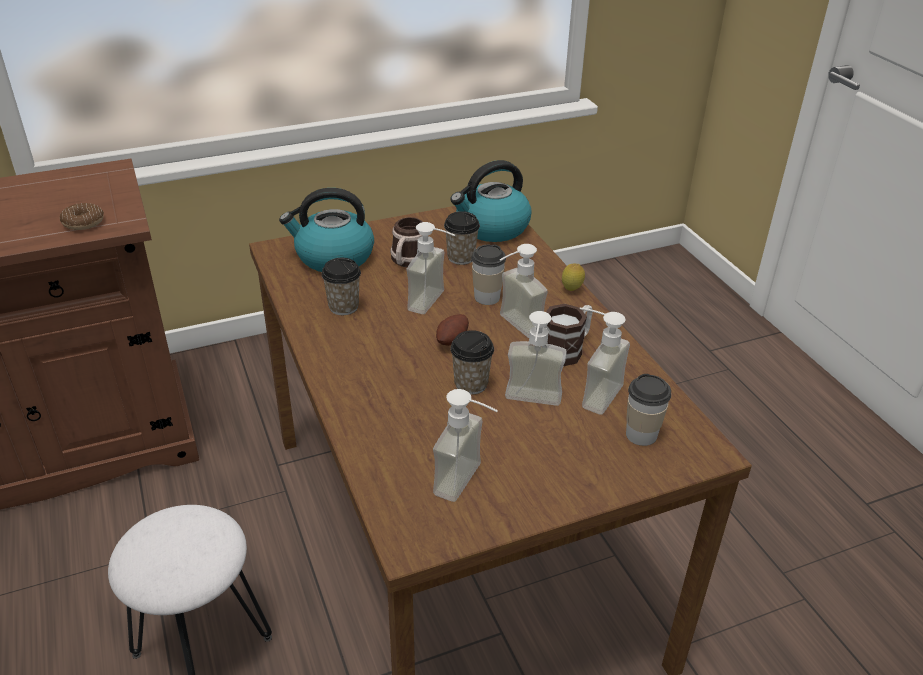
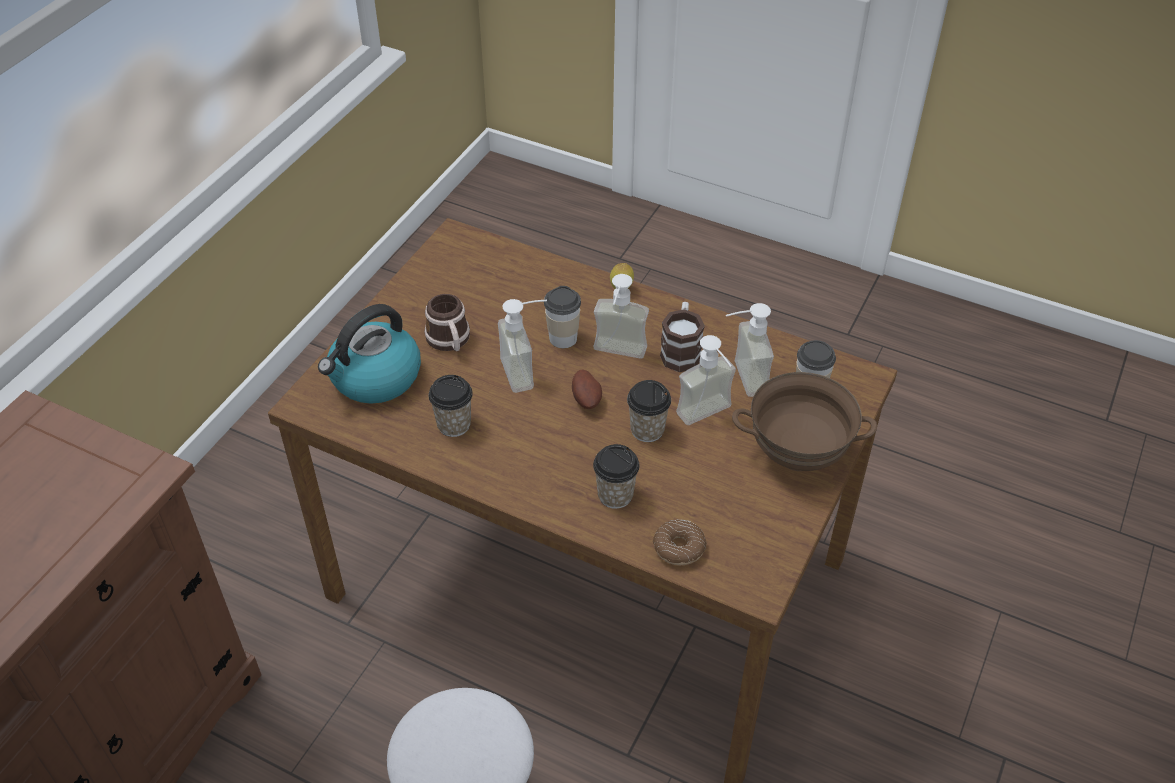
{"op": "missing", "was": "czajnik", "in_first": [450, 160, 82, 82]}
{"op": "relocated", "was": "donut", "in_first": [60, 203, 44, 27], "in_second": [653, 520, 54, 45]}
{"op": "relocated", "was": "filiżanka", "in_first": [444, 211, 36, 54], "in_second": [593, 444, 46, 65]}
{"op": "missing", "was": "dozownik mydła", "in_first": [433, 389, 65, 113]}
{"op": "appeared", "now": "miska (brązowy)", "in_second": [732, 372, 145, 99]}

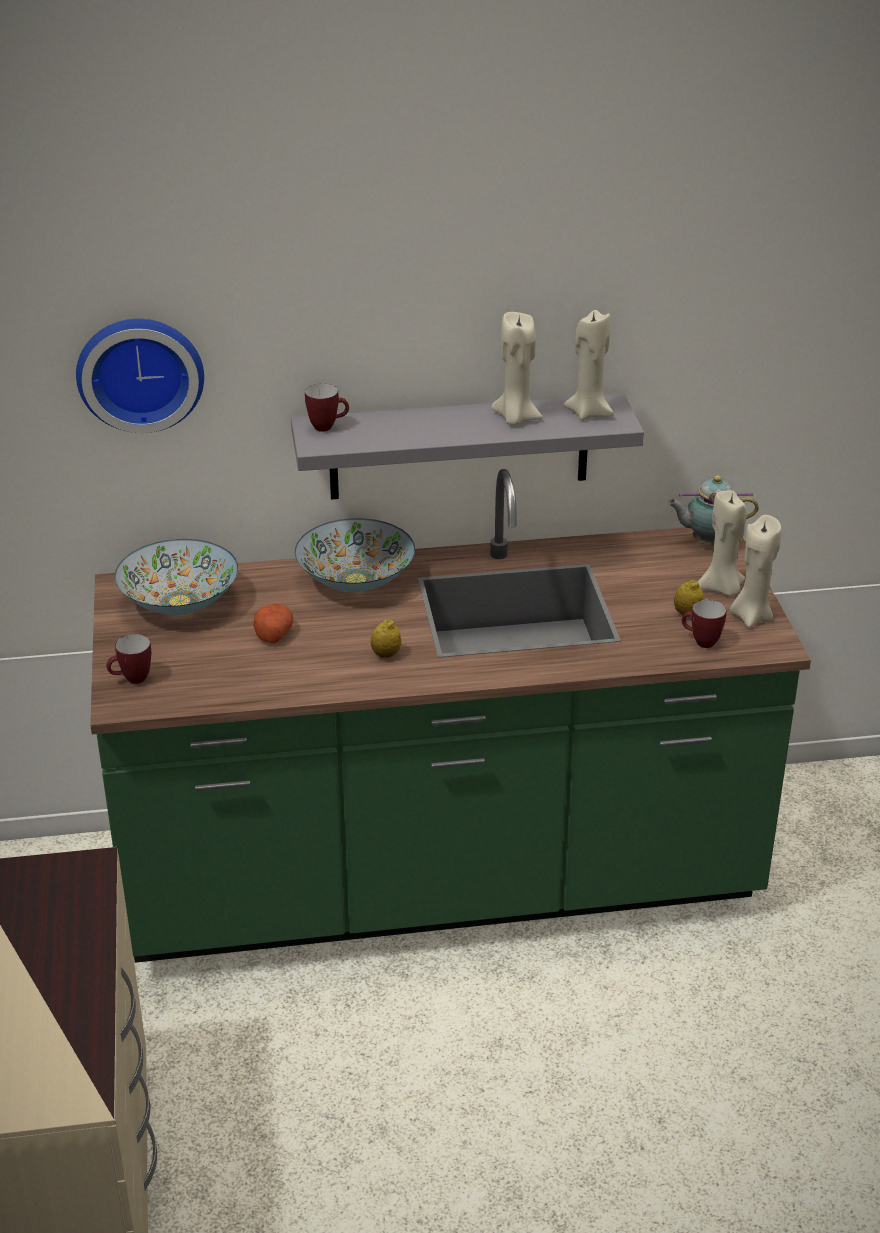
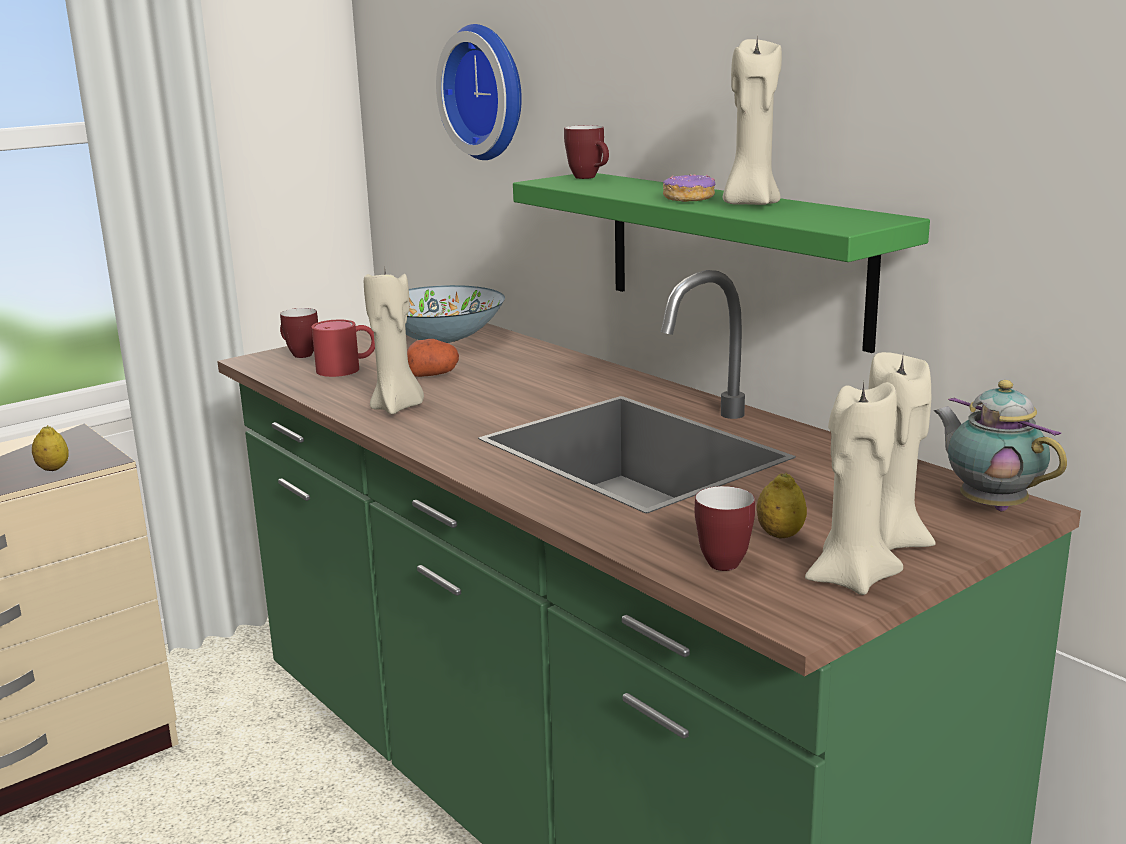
{"op": "relocated", "was": "świeca (beżowy)", "in_first": [563, 310, 51, 111], "in_second": [364, 266, 60, 149]}
{"op": "colour", "was": "półka (szary)", "now": "półka (zielony)", "in_first": [291, 394, 353, 106], "in_second": [513, 173, 417, 180]}
{"op": "missing", "was": "miska", "in_first": [295, 518, 120, 74]}
{"op": "relocated", "was": "cytryna", "in_first": [371, 619, 30, 39], "in_second": [32, 425, 37, 46]}
{"op": "appeared", "now": "donut", "in_second": [663, 174, 52, 28]}
{"op": "appeared", "now": "kubek (czerwony)", "in_second": [312, 320, 63, 57]}

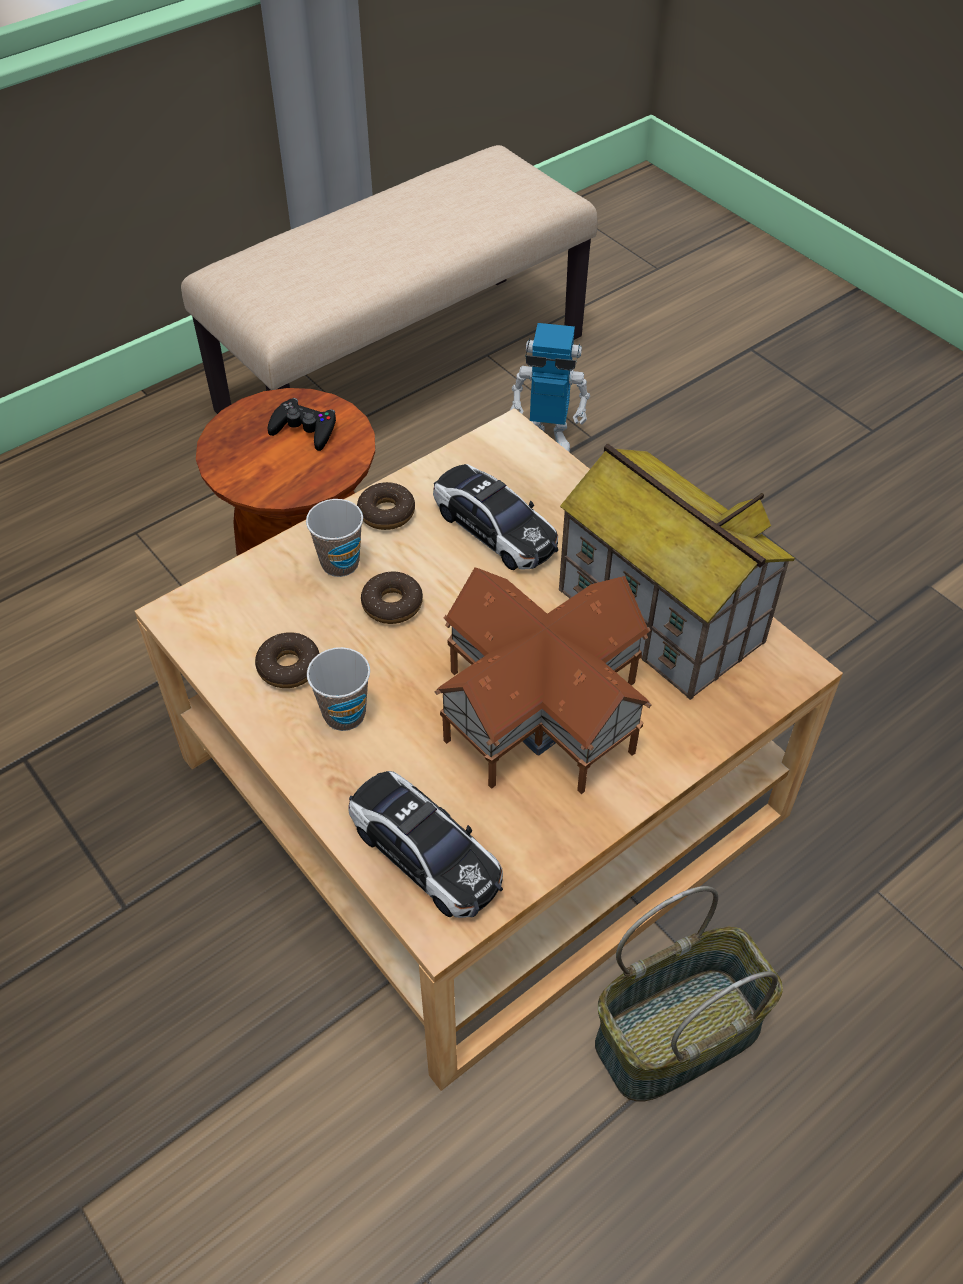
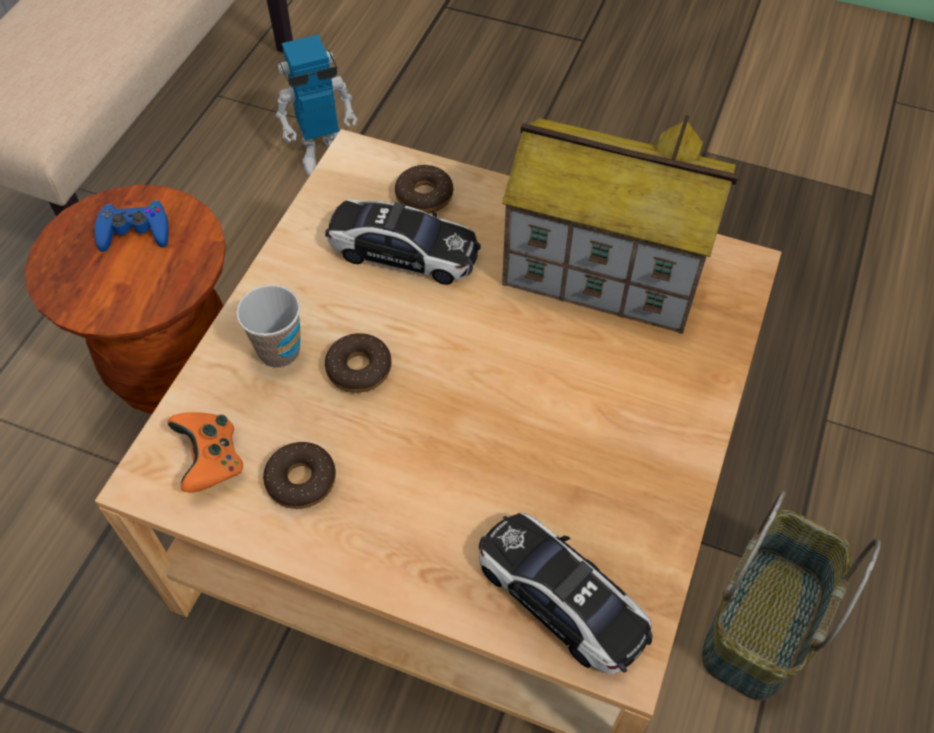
{"op": "colour", "was": "pad do gier (czarny)", "now": "pad do gier (niebieski)", "in_first": [268, 398, 68, 53], "in_second": [95, 200, 73, 52]}
{"op": "relocated", "was": "donut", "in_first": [357, 482, 58, 48], "in_second": [395, 165, 58, 49]}
{"op": "missing", "was": "domek", "in_first": [435, 567, 216, 227]}
{"op": "missing", "was": "filiżanka", "in_first": [307, 647, 63, 84]}
{"op": "spun", "was": "samochodzik", "in_first": [348, 771, 155, 147], "in_second": [479, 513, 174, 161], "clockwise": -150}
{"op": "appeared", "now": "pad do gier (pomarańczowy)", "in_second": [168, 412, 75, 81]}

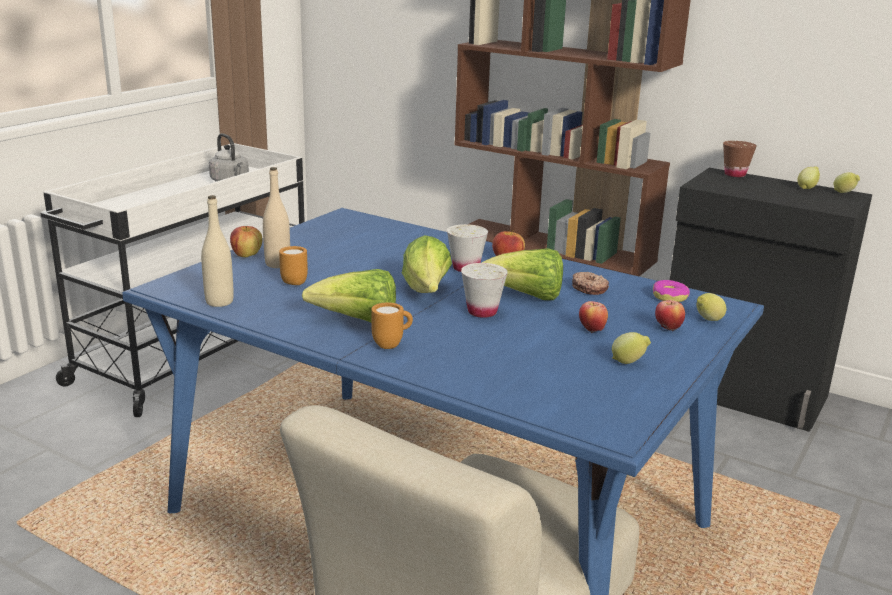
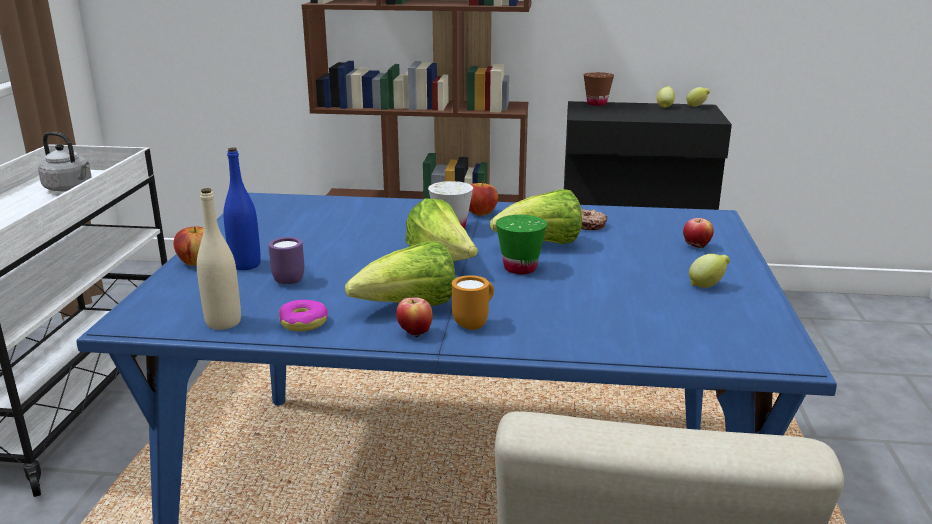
{"op": "colour", "was": "butelka (beżowy)", "now": "butelka (niebieski)", "in_first": [263, 167, 27, 101], "in_second": [223, 147, 38, 123]}
{"op": "colour", "was": "kubek (pomarańczowy)", "now": "kubek (fioletowy)", "in_first": [279, 246, 29, 39], "in_second": [268, 237, 36, 47]}
{"op": "colour", "was": "filiżanka (biały)", "now": "filiżanka (zielony)", "in_first": [461, 263, 47, 55], "in_second": [496, 215, 51, 59]}
{"op": "relocated", "was": "donut", "in_first": [653, 280, 37, 22], "in_second": [279, 300, 49, 31]}
{"op": "missing", "was": "cytryna", "in_first": [697, 293, 29, 28]}
{"op": "relocated", "was": "jabłko", "in_first": [579, 301, 29, 32], "in_second": [396, 297, 36, 40]}

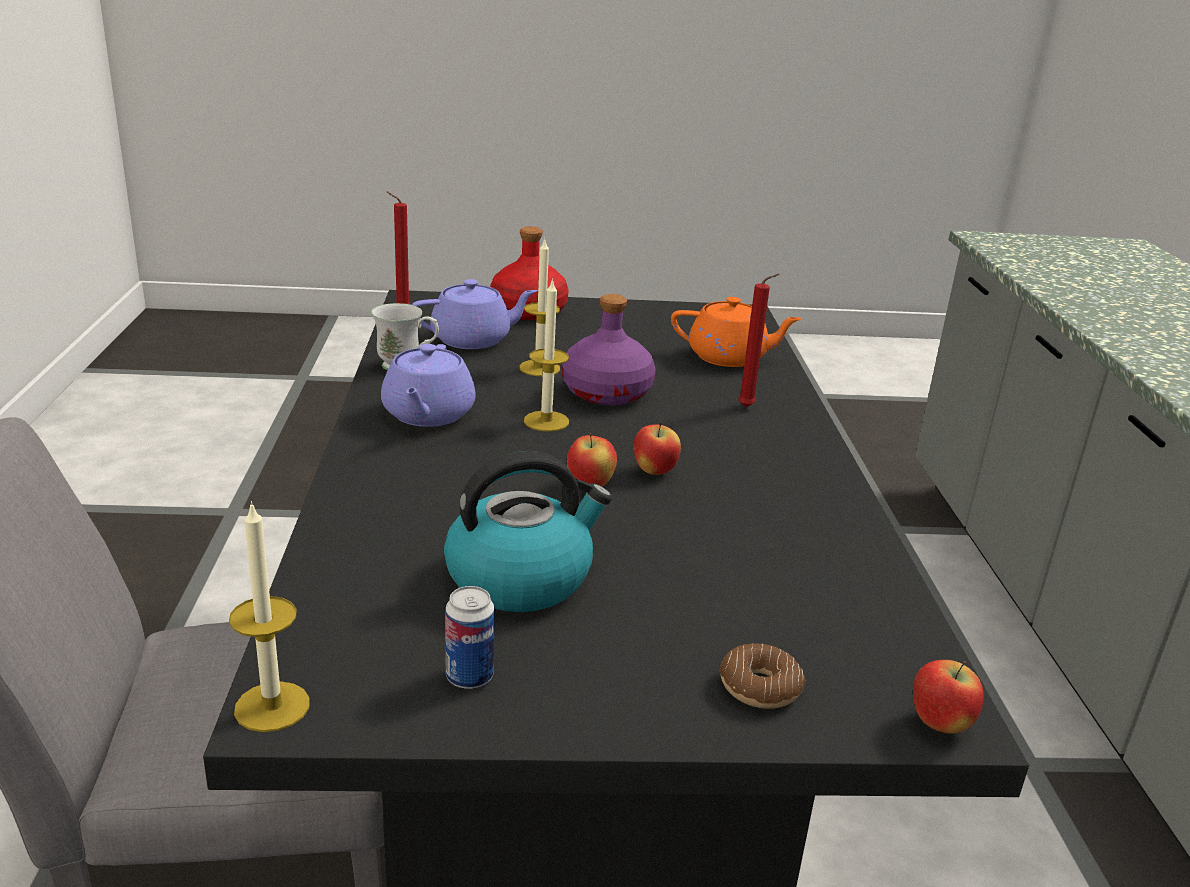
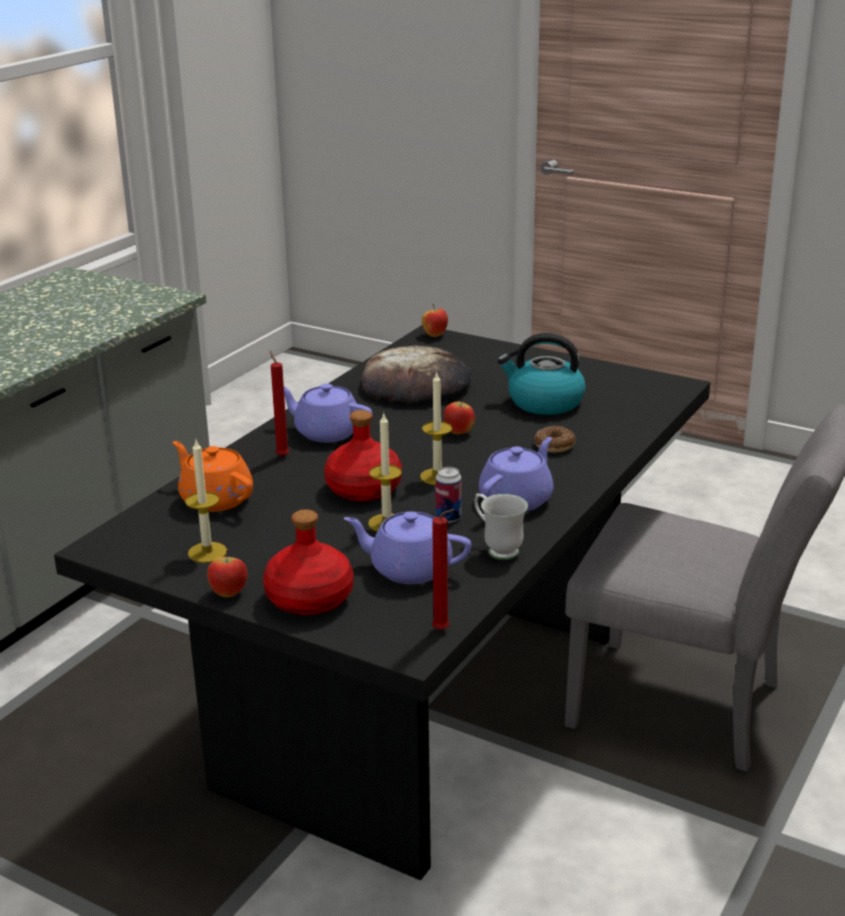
{"op": "colour", "was": "butelka (fioletowy)", "now": "butelka (czerwony)", "in_first": [562, 294, 94, 111], "in_second": [324, 410, 78, 92]}
{"op": "relocated", "was": "jabłko", "in_first": [634, 422, 47, 53], "in_second": [207, 550, 41, 47]}
{"op": "relocated", "was": "świeca", "in_first": [229, 501, 81, 231], "in_second": [185, 440, 42, 123]}
{"op": "relocated", "was": "puszka", "in_first": [445, 586, 50, 103], "in_second": [435, 467, 27, 56]}
{"op": "relocated", "was": "donut", "in_first": [720, 643, 85, 66], "in_second": [534, 426, 42, 27]}
{"op": "appeared", "now": "chleb", "in_second": [361, 345, 111, 58]}
{"op": "appeared", "now": "imbryk (fioletowy)", "in_second": [284, 383, 89, 59]}

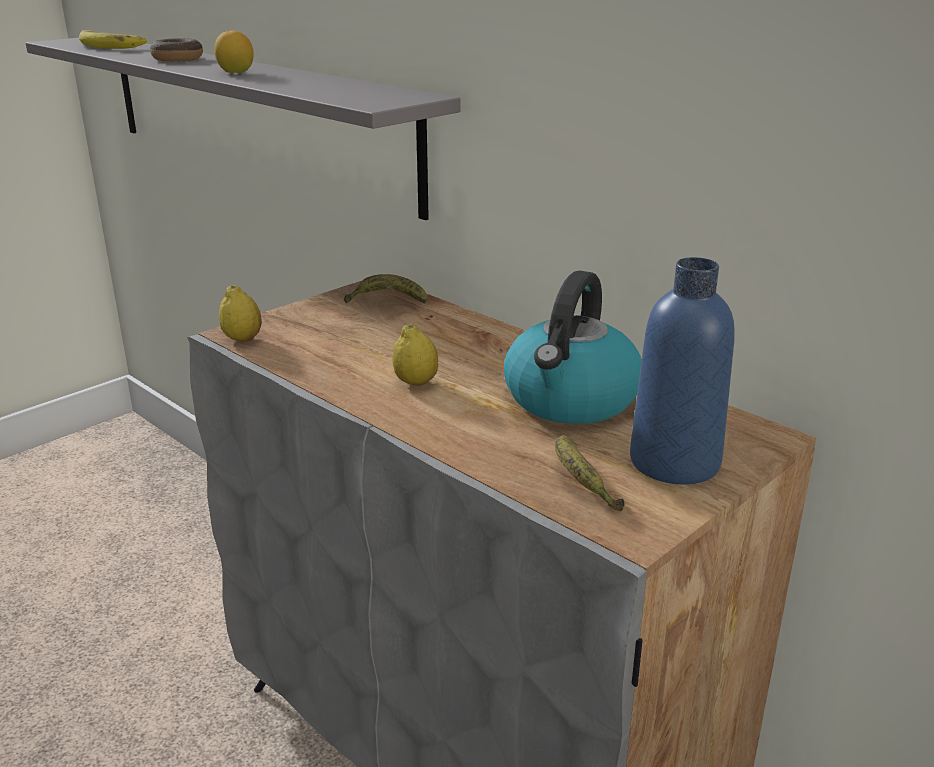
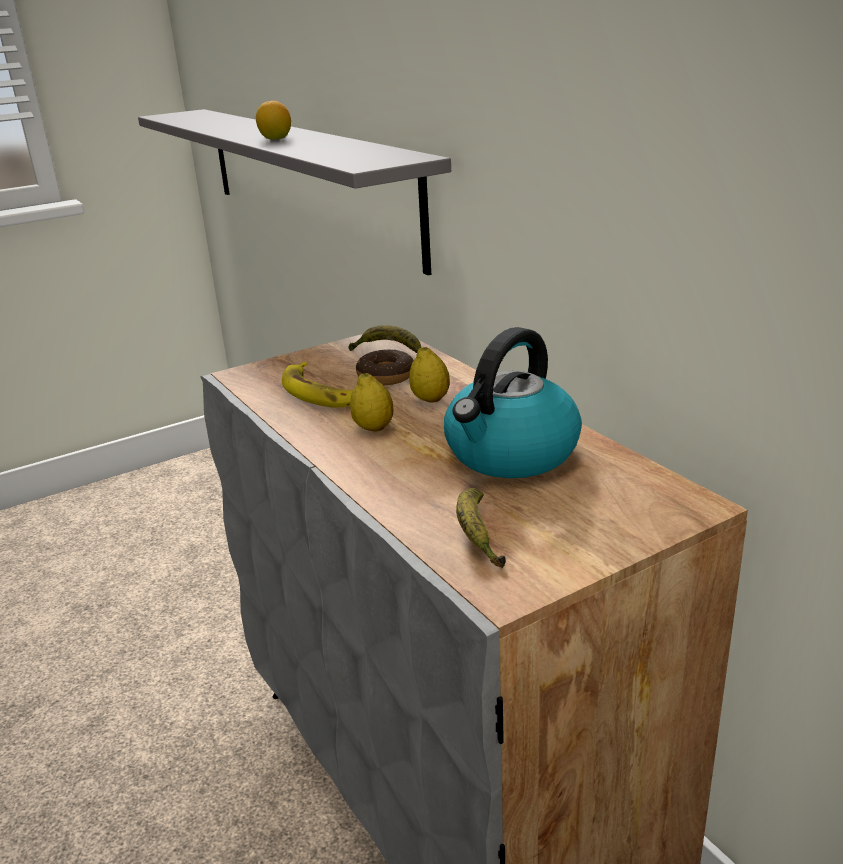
{"op": "relocated", "was": "banan", "in_first": [79, 30, 68, 19], "in_second": [282, 362, 71, 46]}
{"op": "relocated", "was": "donut", "in_first": [150, 38, 53, 24], "in_second": [356, 349, 58, 36]}
{"op": "missing", "was": "butelka (niebieski)", "in_first": [630, 257, 105, 227]}
{"op": "relocated", "was": "cytryna", "in_first": [219, 286, 43, 56], "in_second": [409, 347, 41, 56]}

